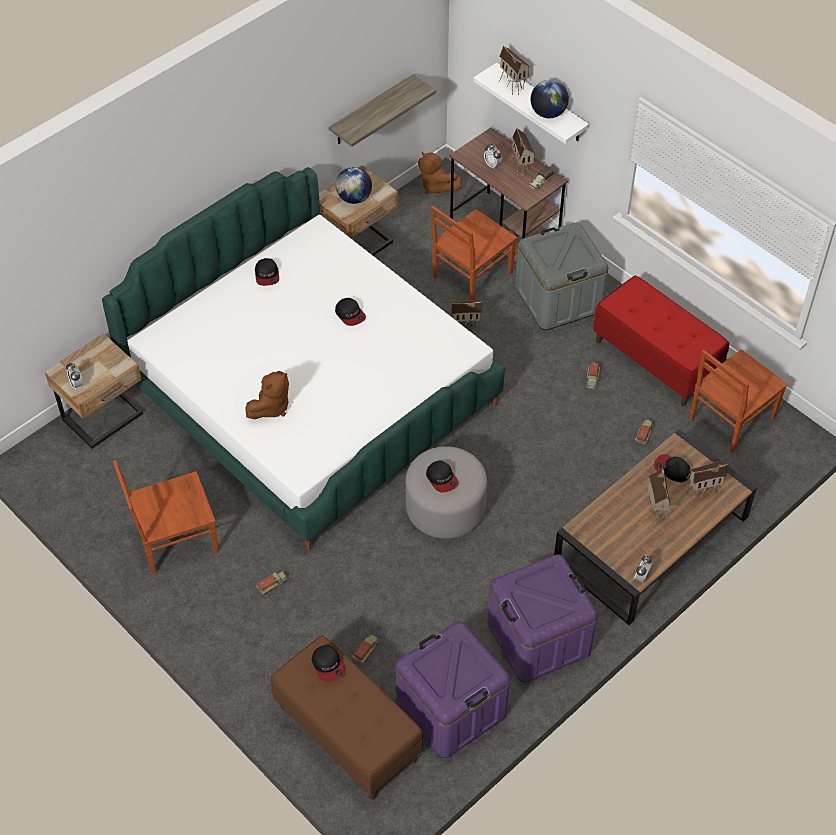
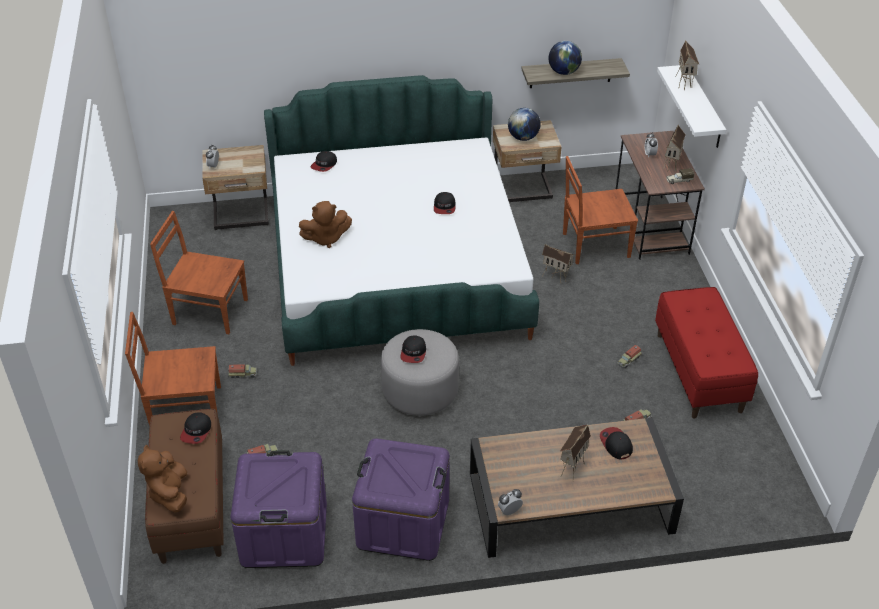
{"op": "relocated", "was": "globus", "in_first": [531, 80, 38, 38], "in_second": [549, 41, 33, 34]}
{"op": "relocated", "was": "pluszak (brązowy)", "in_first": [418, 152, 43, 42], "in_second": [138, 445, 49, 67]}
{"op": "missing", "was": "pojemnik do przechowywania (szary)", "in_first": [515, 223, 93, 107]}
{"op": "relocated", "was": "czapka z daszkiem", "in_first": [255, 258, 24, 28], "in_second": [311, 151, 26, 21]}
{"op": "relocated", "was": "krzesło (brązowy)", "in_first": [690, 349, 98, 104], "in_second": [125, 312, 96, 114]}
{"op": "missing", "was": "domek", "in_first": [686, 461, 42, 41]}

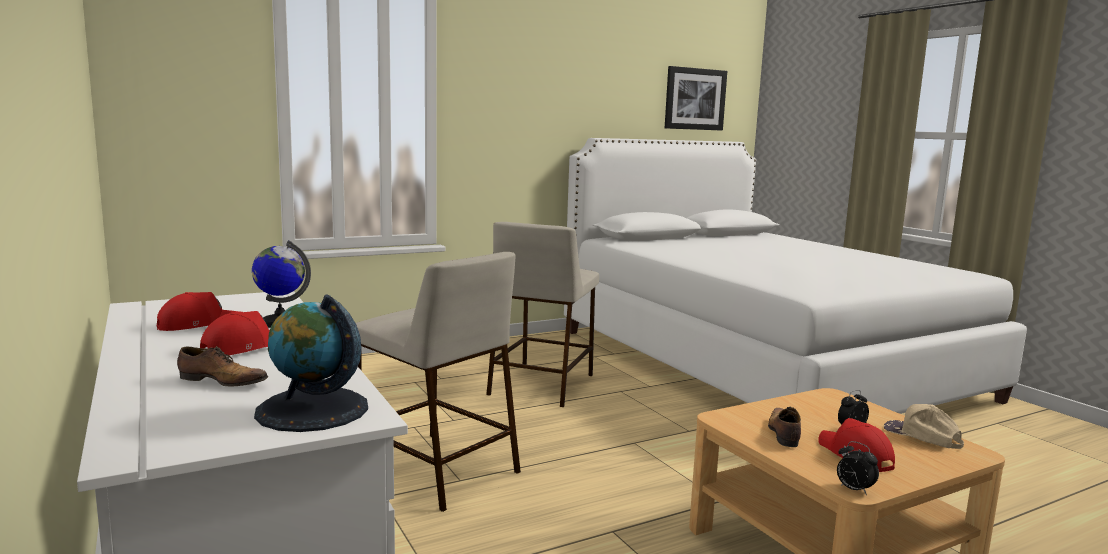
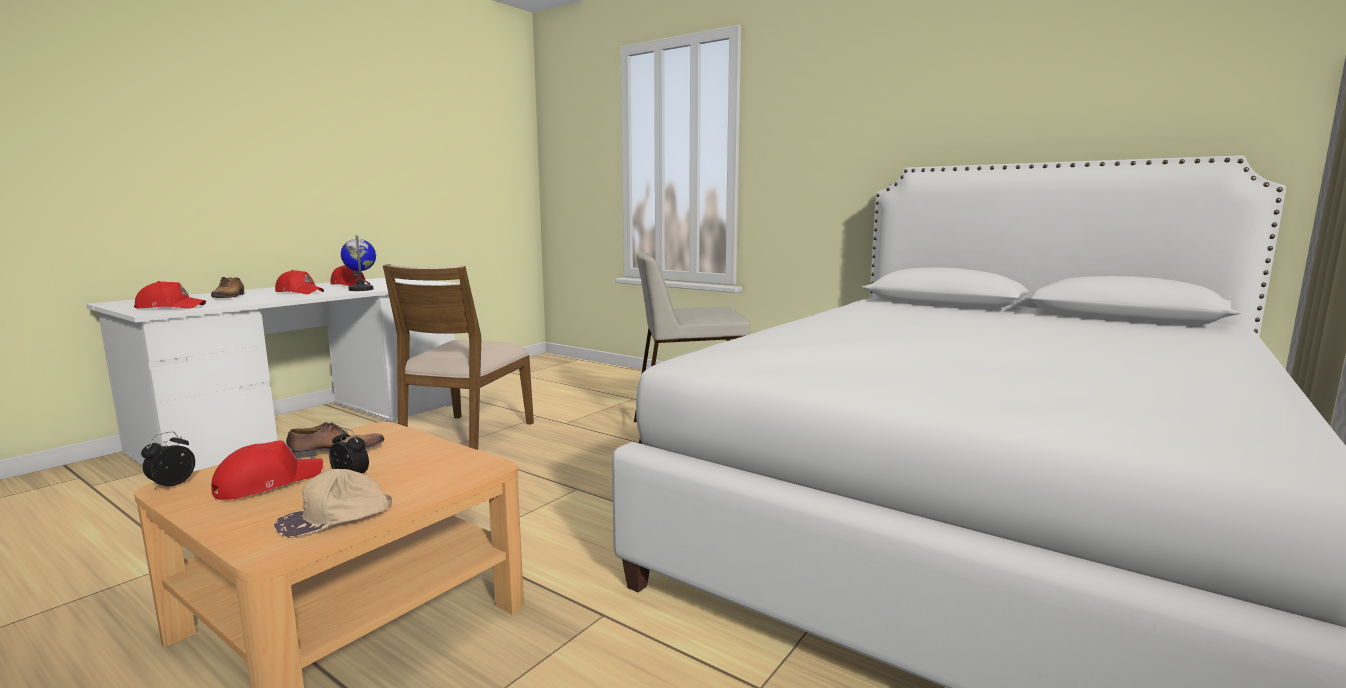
{"op": "missing", "was": "obraz", "in_first": [665, 66, 62, 64]}
{"op": "exchanged", "was": "stołek (beżowy)", "now": "krzesło (brązowy)", "in_first": [356, 252, 165, 260], "in_second": [383, 264, 151, 186]}
{"op": "exchanged", "was": "globus", "now": "czapka z daszkiem (czerwony)", "in_first": [254, 294, 114, 138], "in_second": [134, 281, 72, 28]}
{"op": "spun", "was": "czapka z daszkiem (beżowy)", "in_first": [883, 404, 81, 45], "in_second": [274, 469, 118, 68], "clockwise": -150}

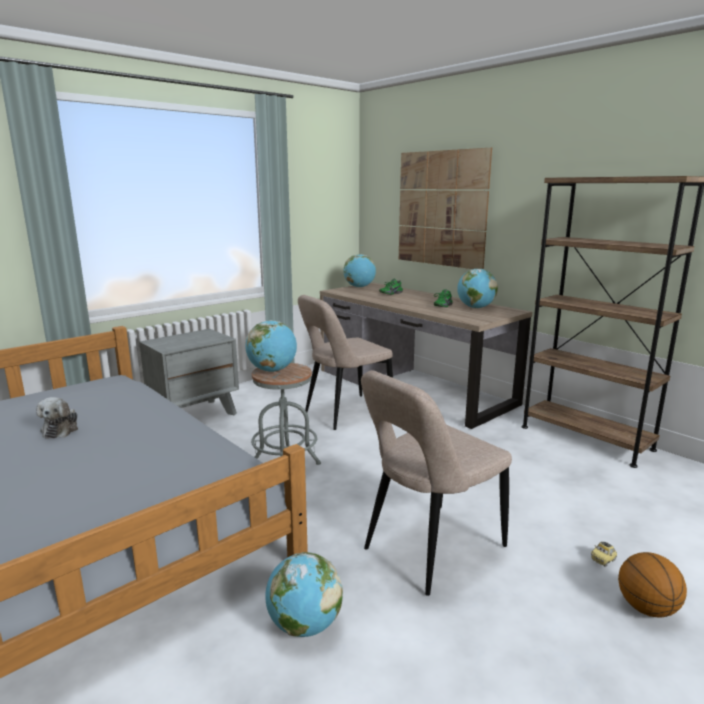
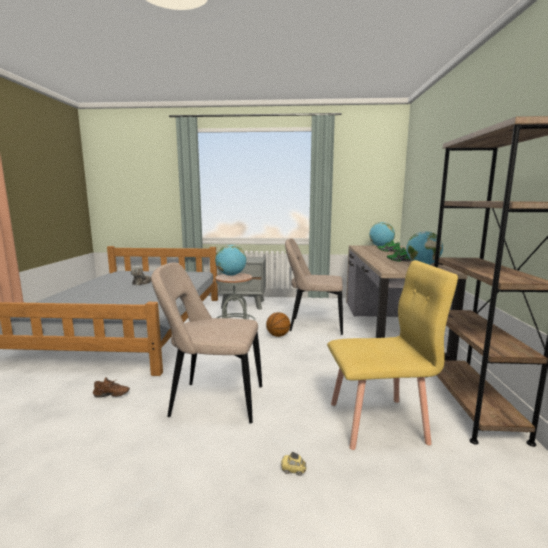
{"op": "missing", "was": "obraz", "in_first": [399, 148, 93, 121]}
{"op": "exchanged", "was": "globus", "now": "but (brązowy)", "in_first": [266, 552, 77, 85], "in_second": [93, 377, 37, 21]}
{"op": "relocated", "was": "piłka do koszykówki", "in_first": [618, 552, 69, 66], "in_second": [266, 312, 24, 25]}
{"op": "appeared", "now": "krzesło (żółty)", "in_second": [327, 260, 131, 190]}

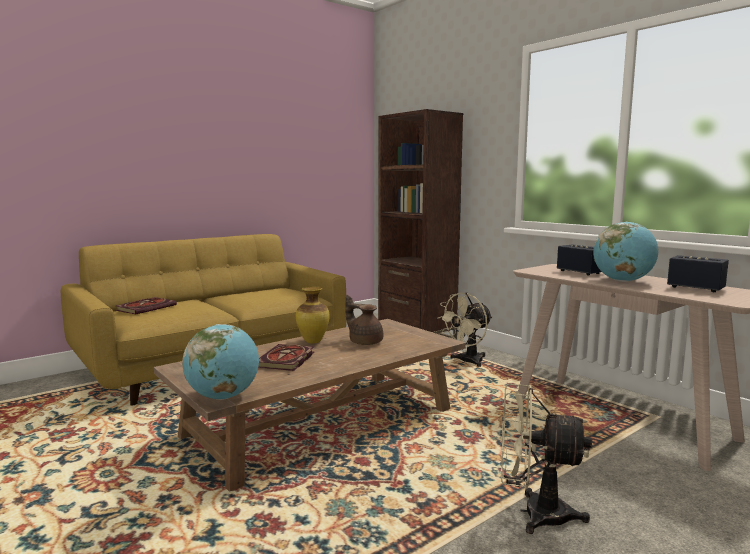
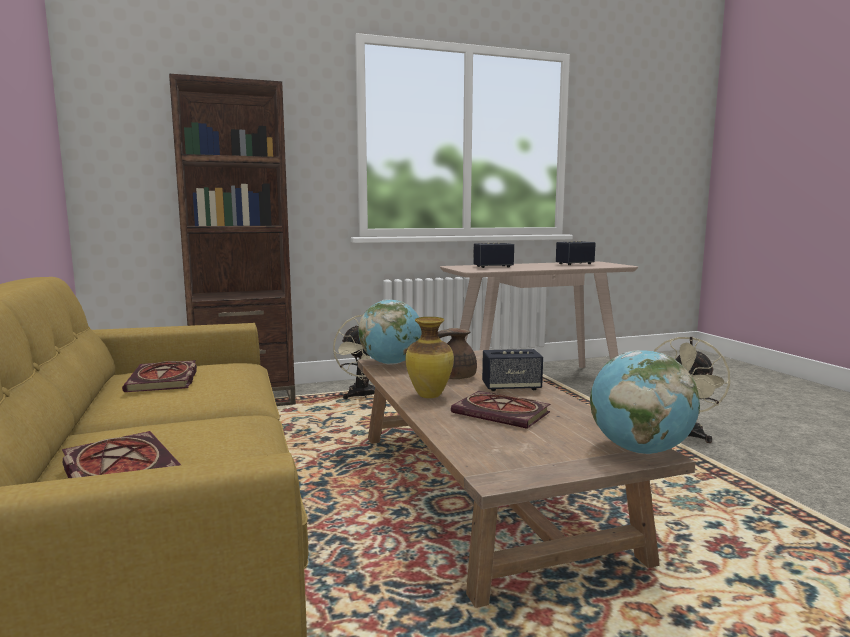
{"op": "relocated", "was": "globus", "in_first": [593, 222, 65, 60], "in_second": [358, 299, 64, 65]}
{"op": "appeared", "now": "głośnik", "in_second": [482, 349, 61, 42]}
{"op": "appeared", "now": "książka", "in_second": [122, 360, 75, 32]}

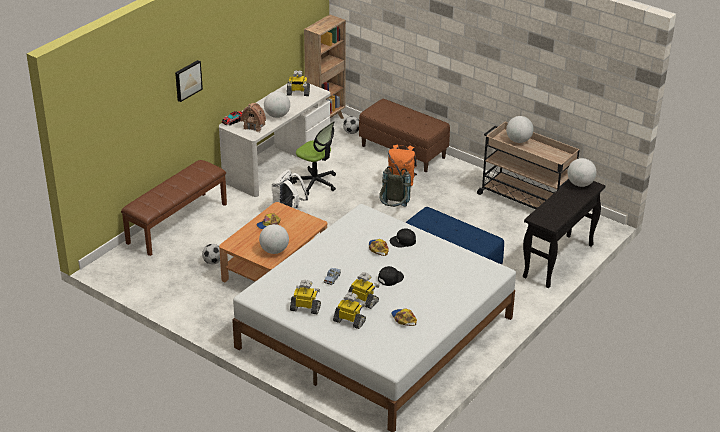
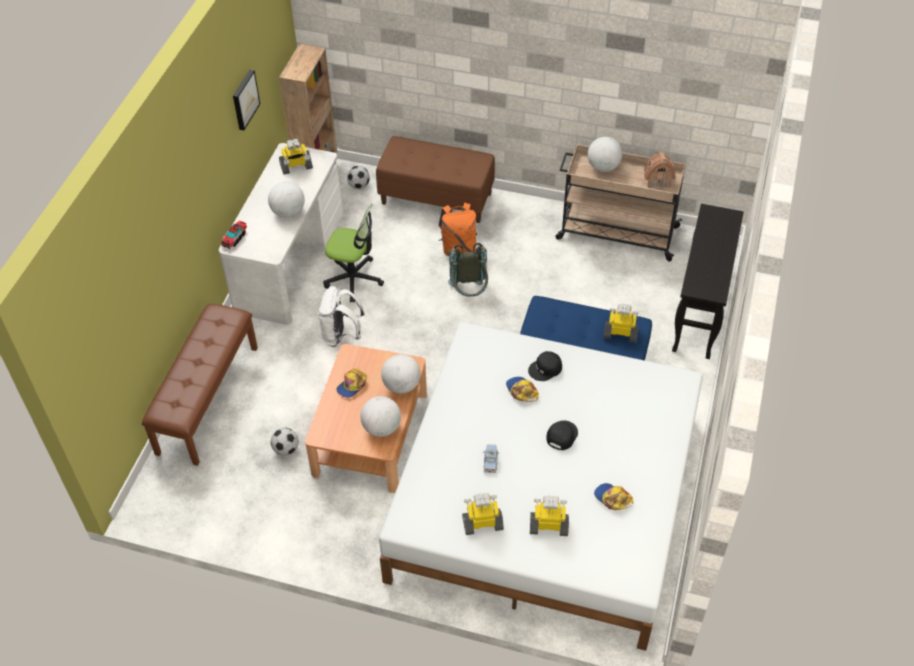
{"op": "relocated", "was": "obraz", "in_first": [175, 60, 28, 42], "in_second": [233, 69, 27, 61]}
{"op": "relocated", "was": "domek", "in_first": [240, 103, 26, 29], "in_second": [644, 152, 32, 37]}
{"op": "relocated", "was": "globus", "in_first": [567, 158, 29, 29], "in_second": [381, 354, 40, 40]}
{"op": "relocated", "was": "robot zabawkowy", "in_first": [348, 272, 31, 37], "in_second": [603, 303, 36, 40]}

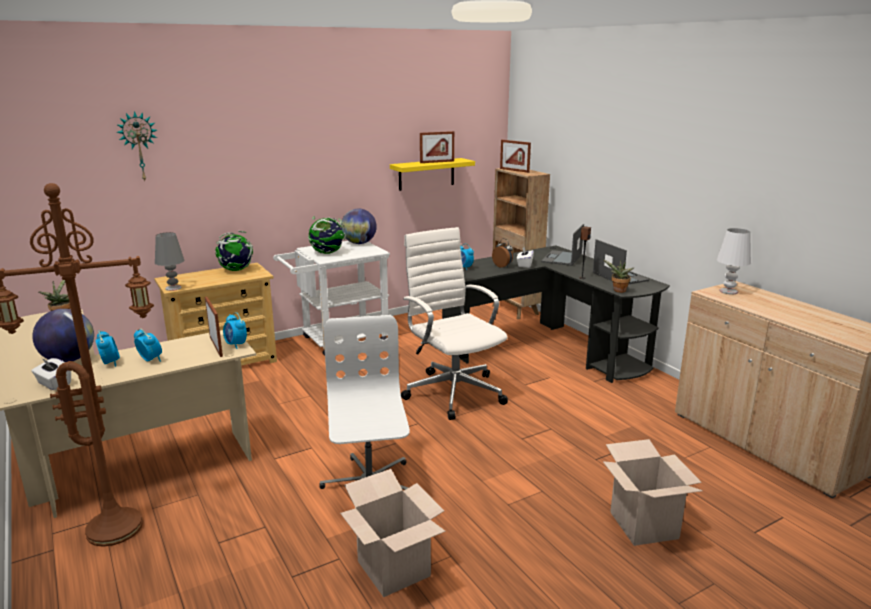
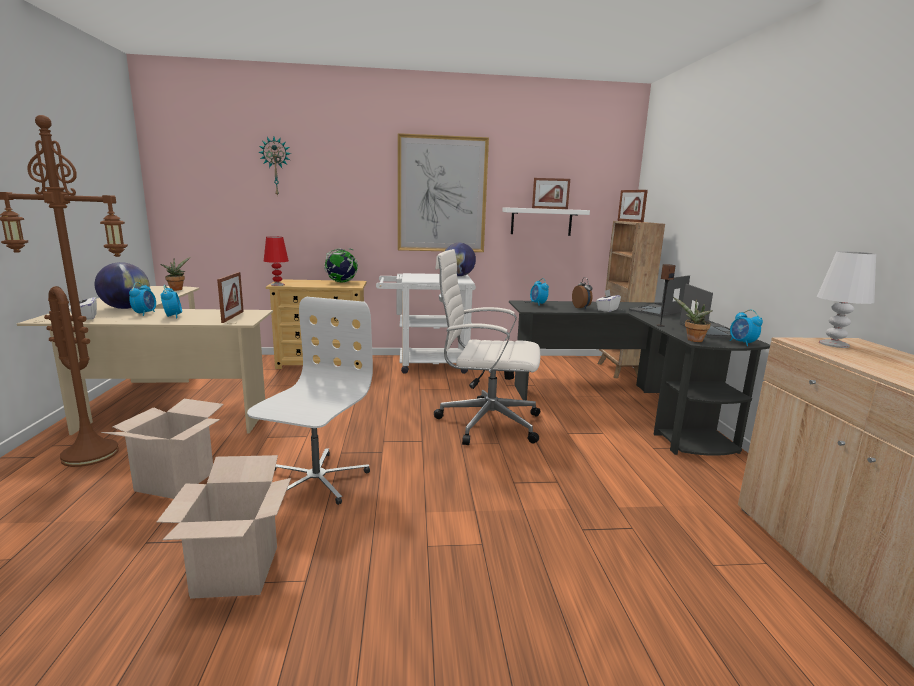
{"op": "colour", "was": "półka (żółty)", "now": "półka (biały)", "in_first": [390, 158, 85, 33], "in_second": [502, 207, 88, 29]}
{"op": "missing", "was": "globus", "in_first": [308, 216, 38, 38]}
{"op": "spun", "was": "krzesło biurowe (biały)", "in_first": [401, 227, 107, 193], "in_second": [434, 249, 106, 196], "clockwise": -75}
{"op": "colour", "was": "lampa stołowa (szary)", "now": "lampa stołowa (czerwony)", "in_first": [155, 232, 29, 59], "in_second": [264, 237, 25, 49]}
{"op": "relocated", "was": "budzik", "in_first": [223, 312, 24, 37], "in_second": [730, 309, 33, 37]}
{"op": "relocated", "was": "karton", "in_first": [603, 439, 100, 107], "in_second": [101, 399, 123, 100]}
{"op": "appeared", "now": "obraz", "in_second": [398, 133, 91, 119]}

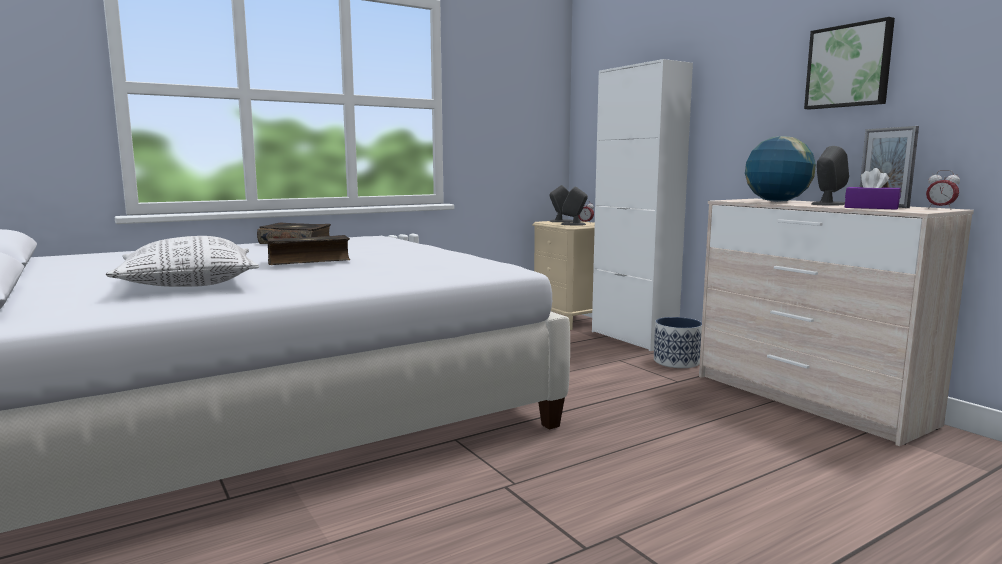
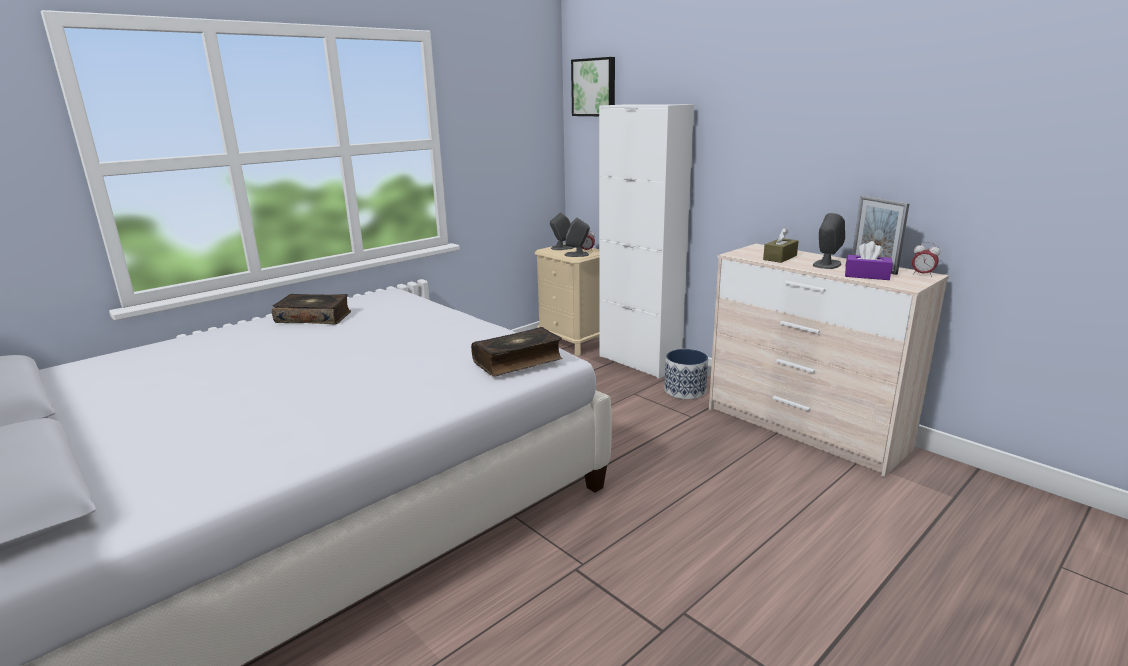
{"op": "relocated", "was": "obraz", "in_first": [804, 17, 91, 93], "in_second": [571, 57, 44, 59]}
{"op": "exchanged", "was": "globus", "now": "pudełko chusteczek (brązowy)", "in_first": [745, 136, 71, 66], "in_second": [763, 227, 35, 36]}
{"op": "relocated", "was": "książka", "in_first": [267, 235, 83, 30], "in_second": [471, 327, 92, 49]}
{"op": "missing", "was": "poduszka", "in_first": [106, 236, 153, 51]}

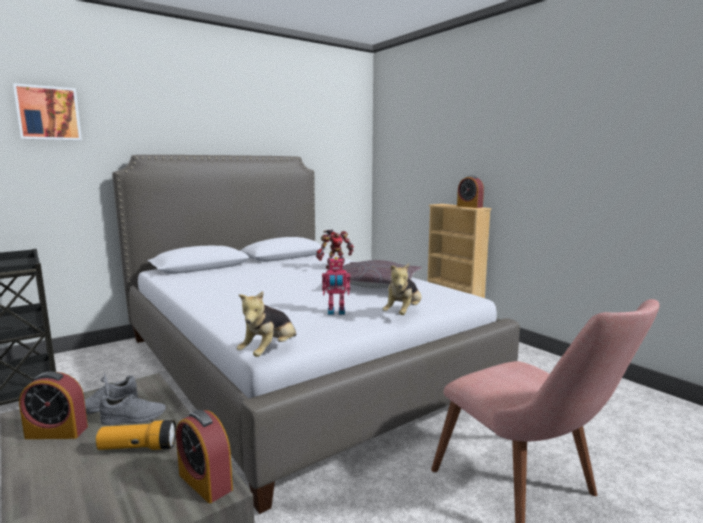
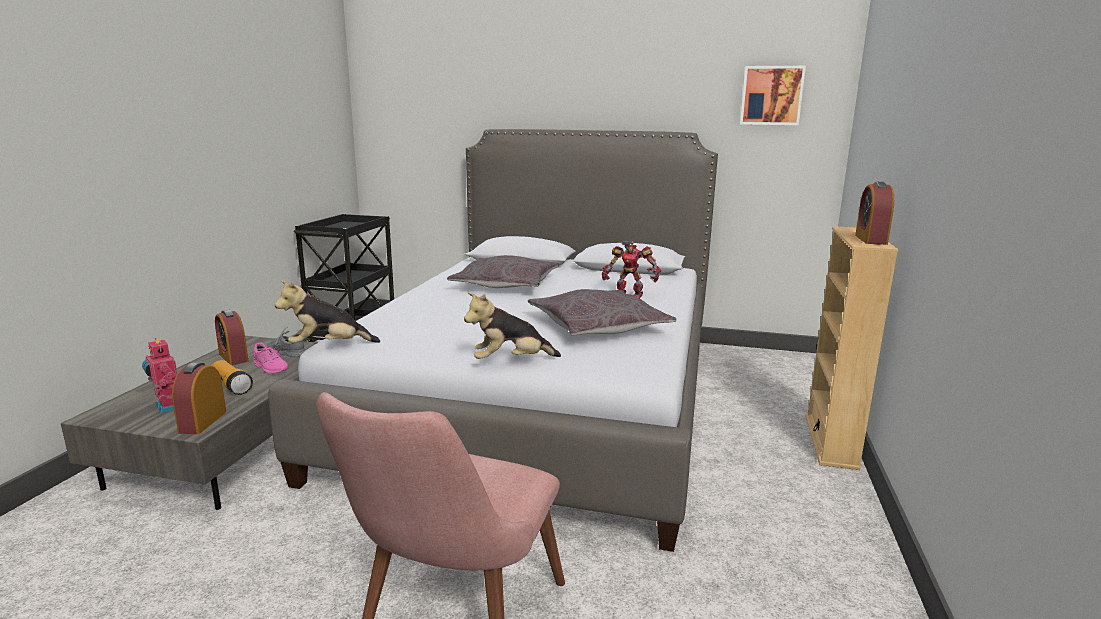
{"op": "relocated", "was": "obraz", "in_first": [13, 83, 69, 58], "in_second": [740, 66, 66, 59]}
{"op": "relocated", "was": "robot zabawkowy", "in_first": [322, 257, 28, 58], "in_second": [142, 338, 35, 75]}
{"op": "colour", "was": "but (szary)", "now": "but (różowy)", "in_first": [99, 394, 67, 31], "in_second": [253, 343, 36, 31]}
{"op": "appeared", "now": "poduszka (szary)", "in_second": [447, 255, 112, 33]}

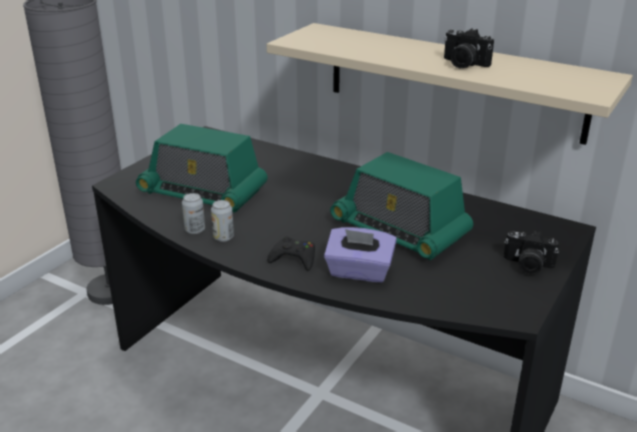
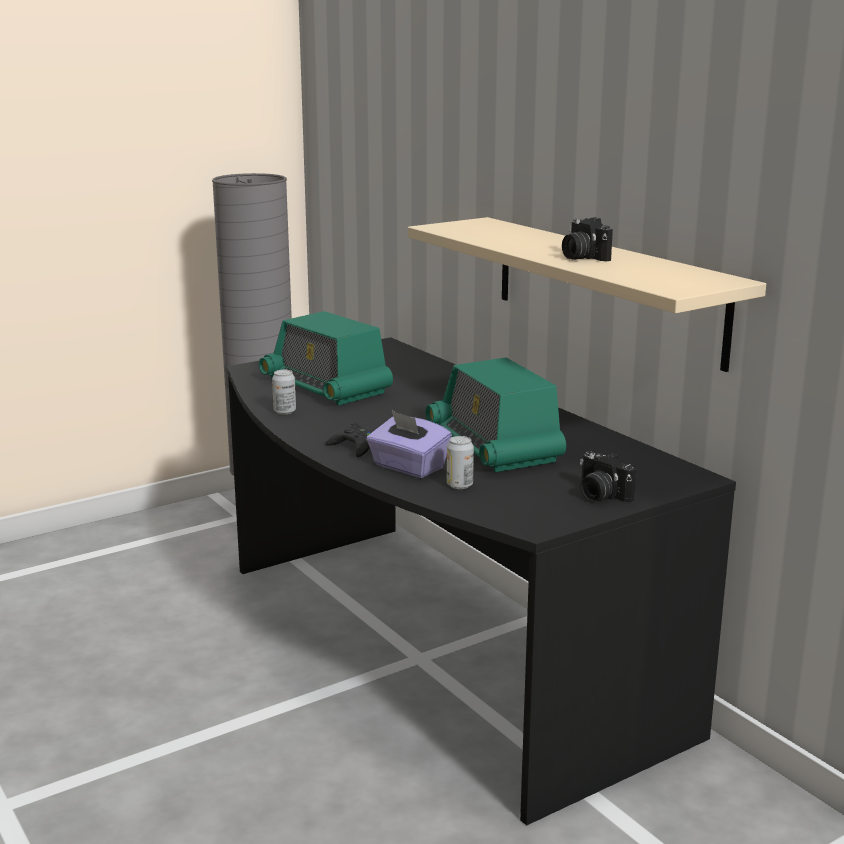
{"op": "relocated", "was": "puszka", "in_first": [211, 200, 23, 42], "in_second": [447, 436, 27, 53]}

